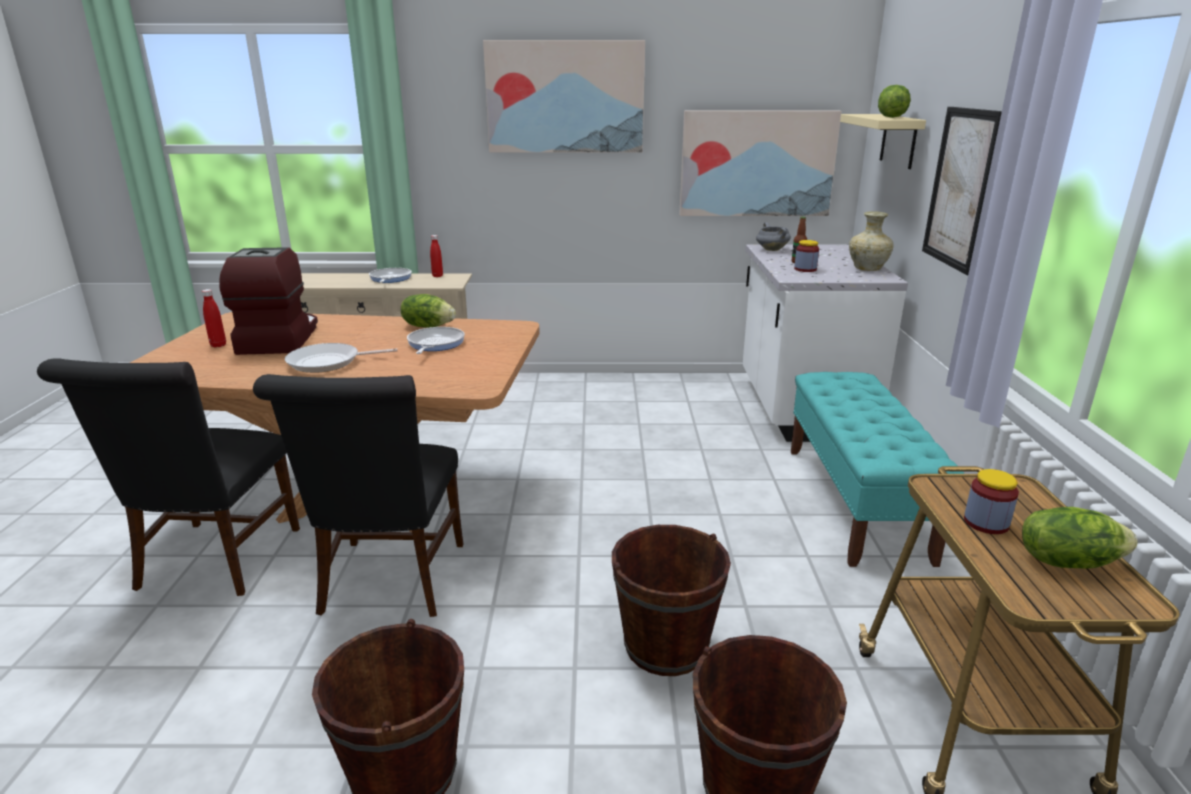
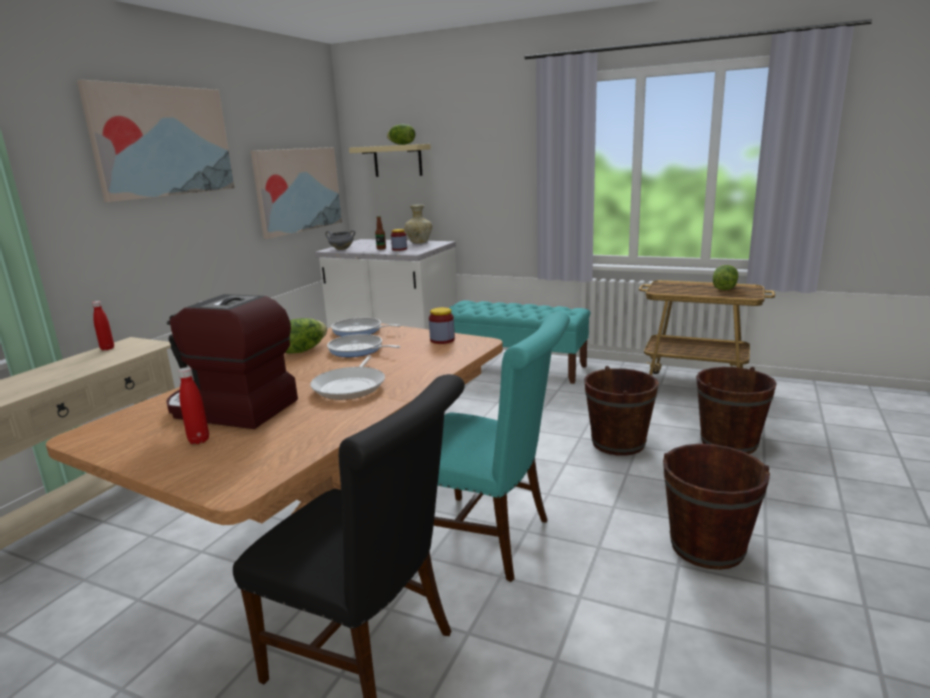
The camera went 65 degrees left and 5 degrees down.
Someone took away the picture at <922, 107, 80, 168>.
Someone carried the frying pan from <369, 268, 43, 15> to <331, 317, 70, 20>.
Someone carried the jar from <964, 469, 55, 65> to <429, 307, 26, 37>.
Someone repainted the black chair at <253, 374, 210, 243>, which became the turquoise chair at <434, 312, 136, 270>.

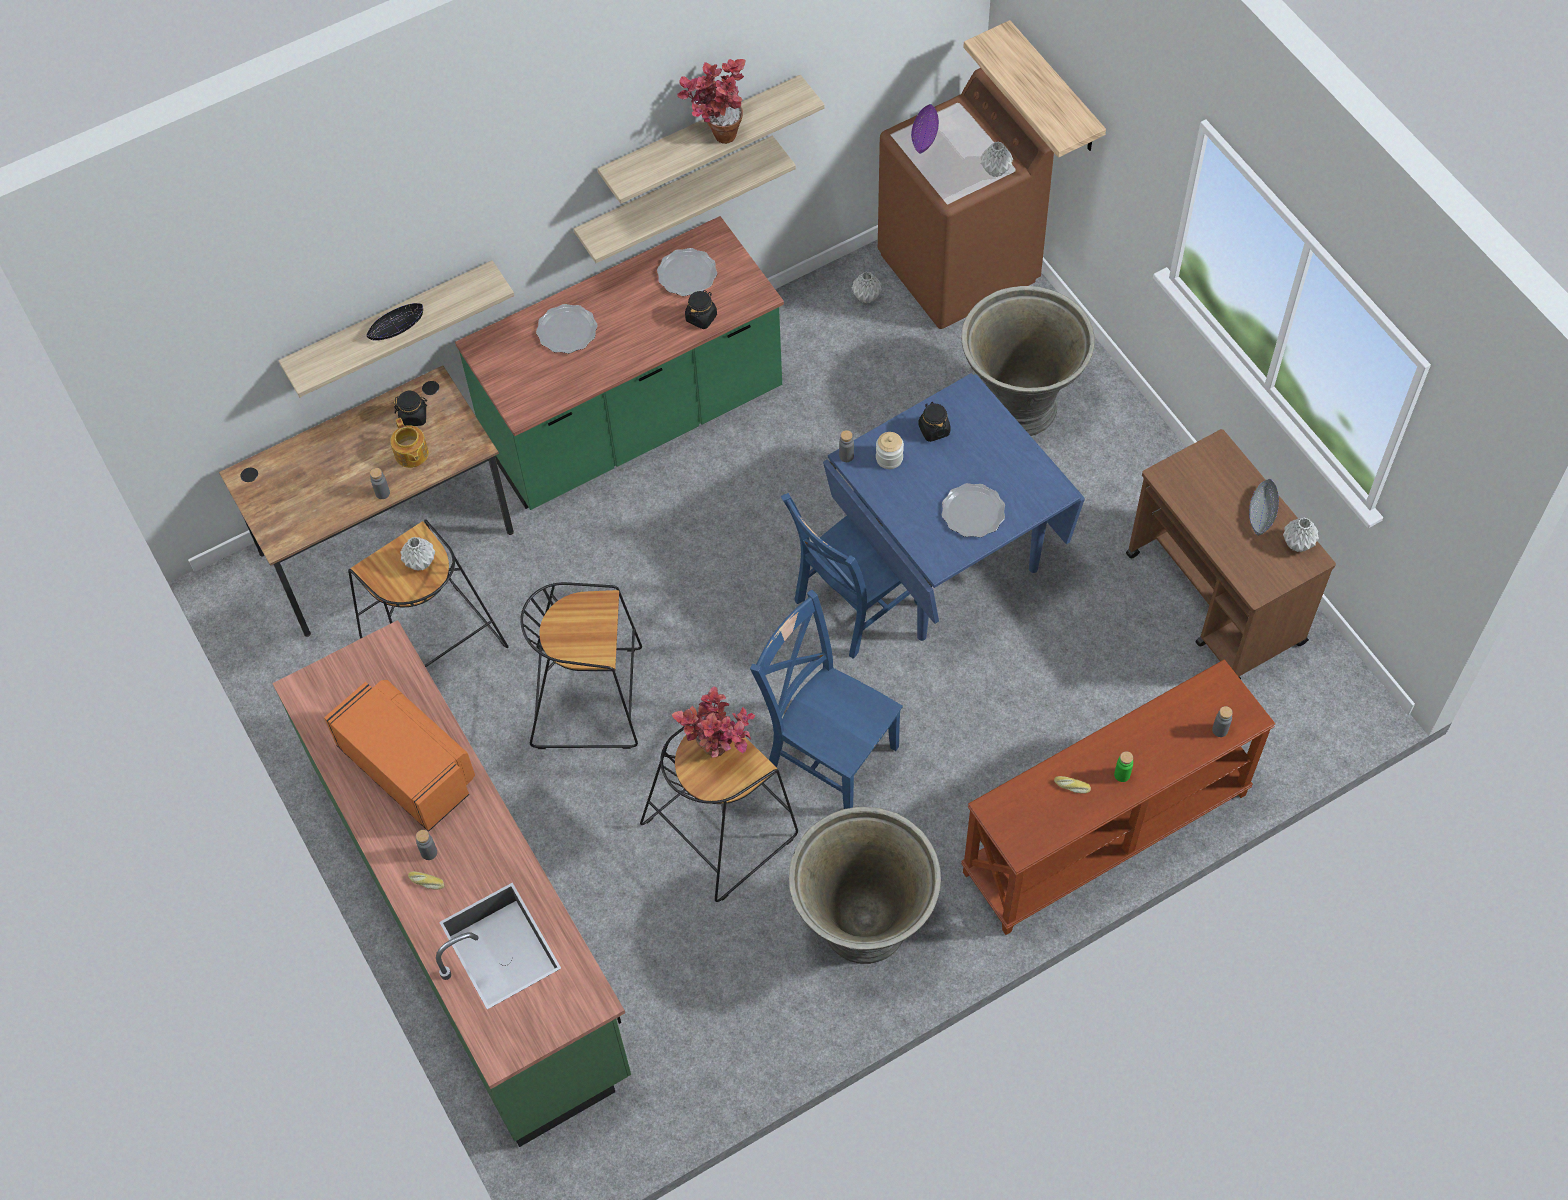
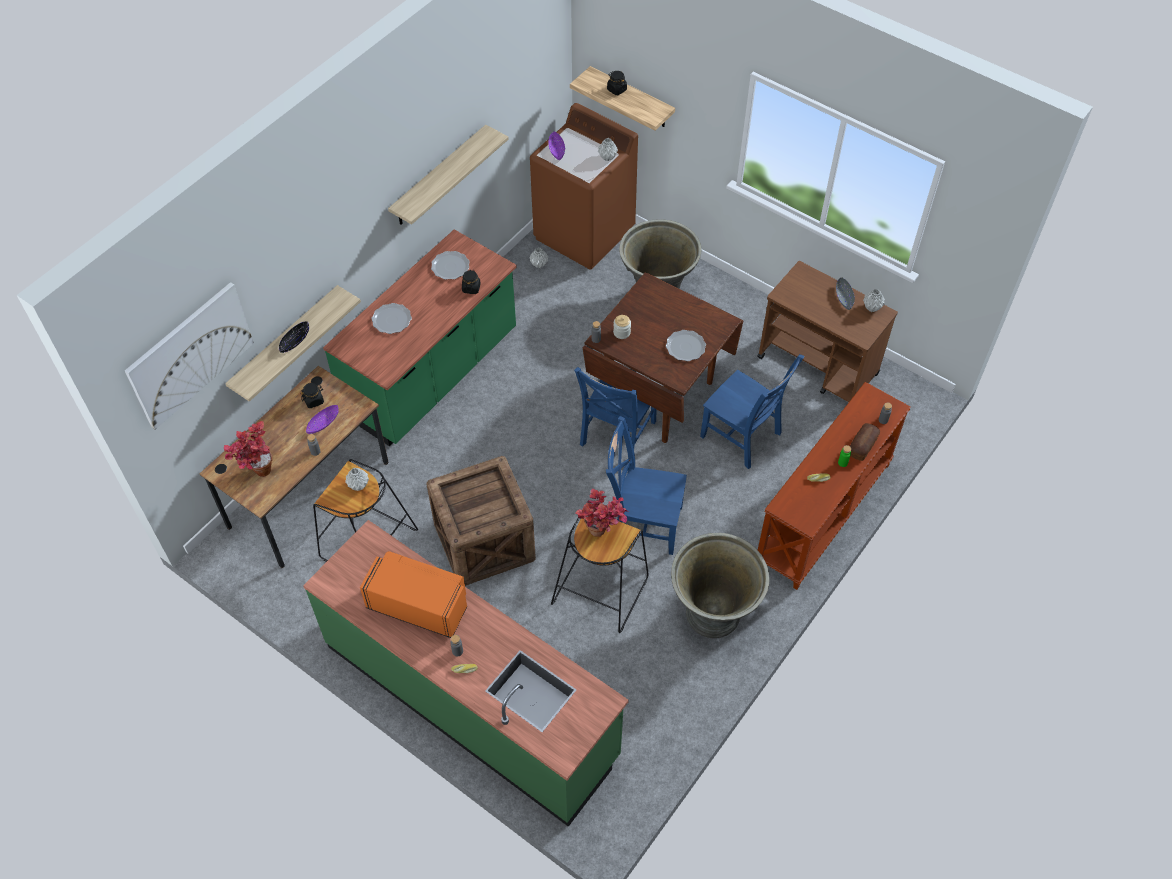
The camera went 25 degrees left and 5 degrees down.
Someone took away the shelf at <574, 135, 222, 128>.
Someone put up the picture at <125, 282, 129, 148>.
Someone put down the blue chair at <700, 354, 104, 115>.
Someone put down the bread at <850, 423, 30, 38>.
Someone carried the potted plant from <677, 59, 68, 85> to <224, 421, 48, 56>.
Someone carried the black jar from <918, 402, 33, 40> to <607, 71, 20, 24>.
Someone swapped the teapot at <390, 418, 39, 50> for the purple bowl at <306, 405, 33, 29>.
Someone swapped the black stool at <520, 582, 122, 167> for the crate at <427, 456, 109, 130>.
Someone repainted the blue dining table at <823, 373, 262, 268>, which became the brown dining table at <583, 273, 160, 170>.

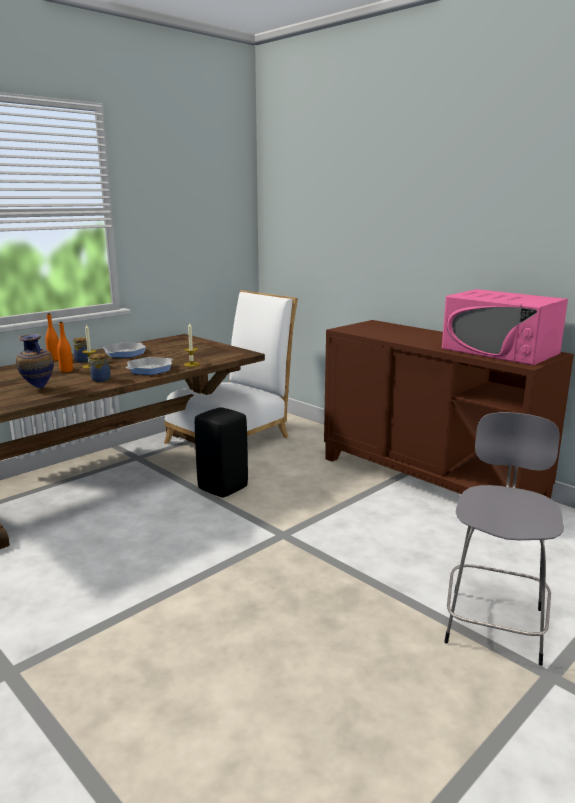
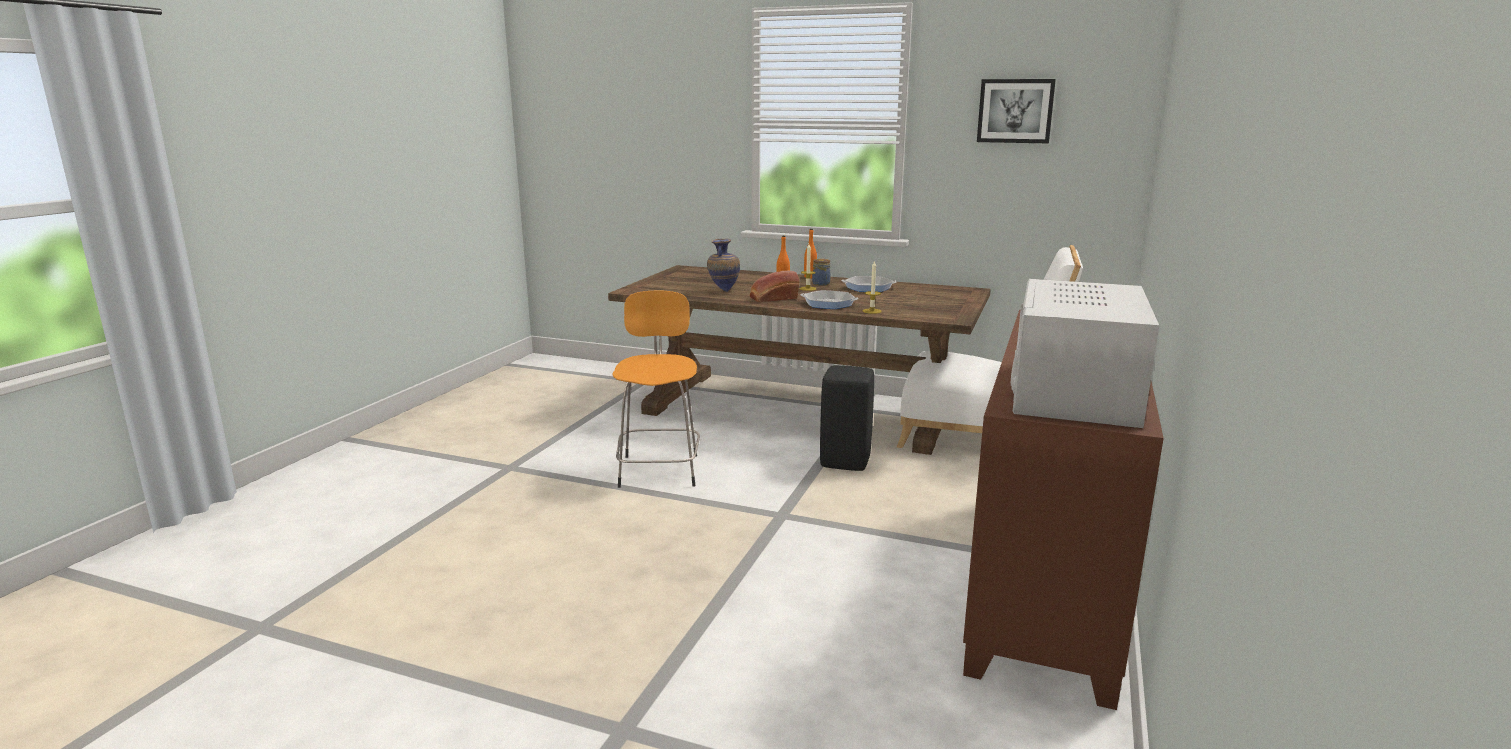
The camera went 65 degrees right and 0 degrees up.
Someone took away the grey stool at <444, 412, 120, 254>.
Someone put down the orange stool at <612, 291, 88, 197>.
Someone put up the picture at <977, 79, 79, 65>.
Someone swapped the jar at <88, 353, 23, 29> for the bread at <750, 271, 49, 31>.
Someone repainted the pink microwave at <442, 289, 126, 76>, which became the white microwave at <1011, 279, 148, 149>.

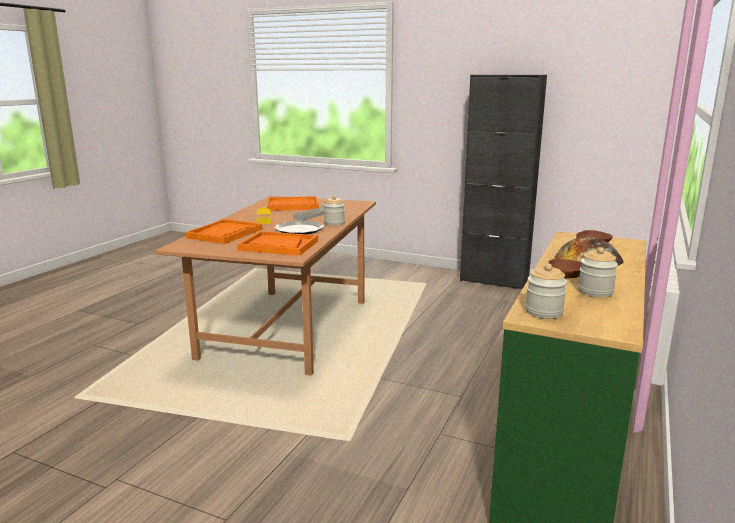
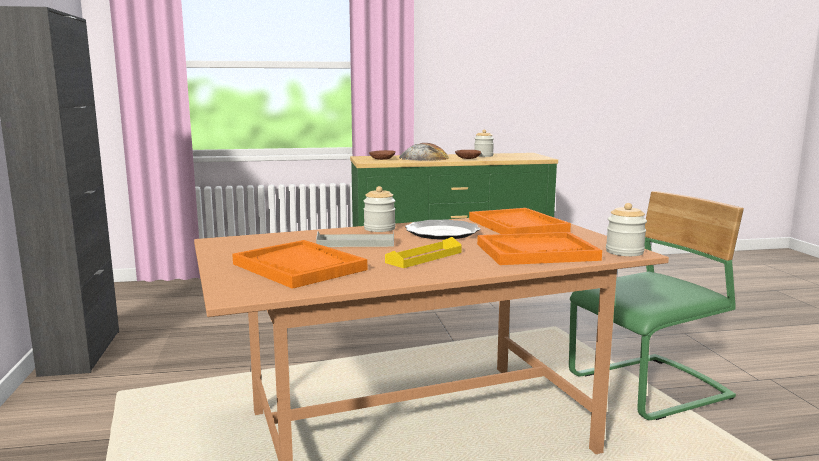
The camera went 125 degrees left and 5 degrees down.
Someone put down the green chair at <569, 191, 175, 229>.
Someone carried the jar from <525, 264, 42, 55> to <606, 203, 41, 53>.

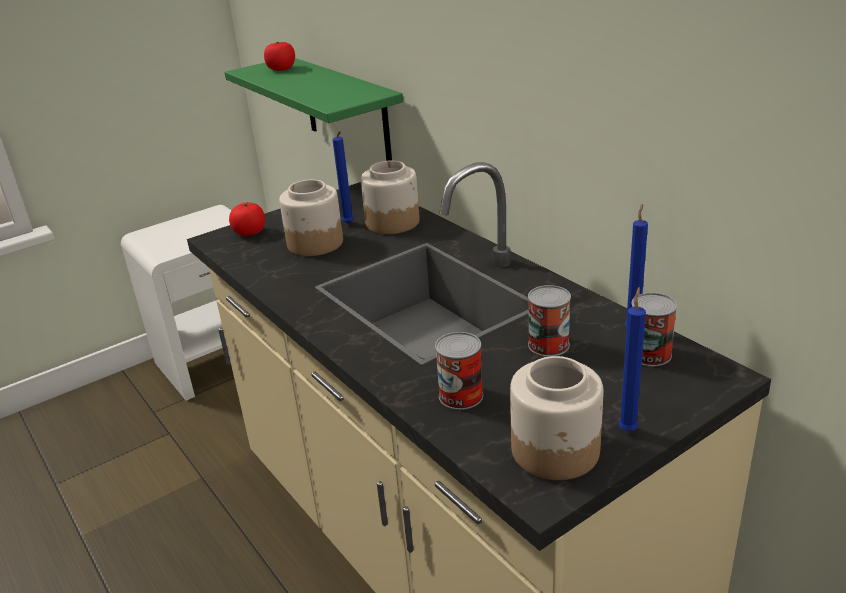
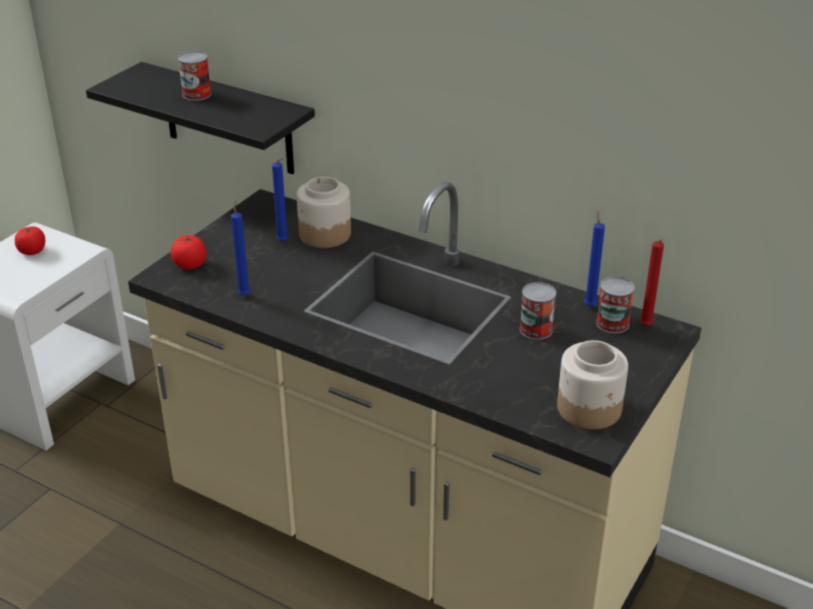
The camera went 25 degrees left and 5 degrees up.
Someone took away the jar at <279, 180, 64, 76>.
Someone put down the red candle at <640, 240, 24, 86>.
Someone carried the tomato from <264, 42, 31, 29> to <15, 226, 30, 29>.
Someone carried the can from <435, 332, 48, 78> to <178, 51, 33, 50>.
Someone carried the blue candle from <618, 287, 28, 144> to <231, 200, 19, 95>.
Someone repainted the green shelf at <224, 58, 179, 103>, which became the black shelf at <86, 62, 229, 112>.

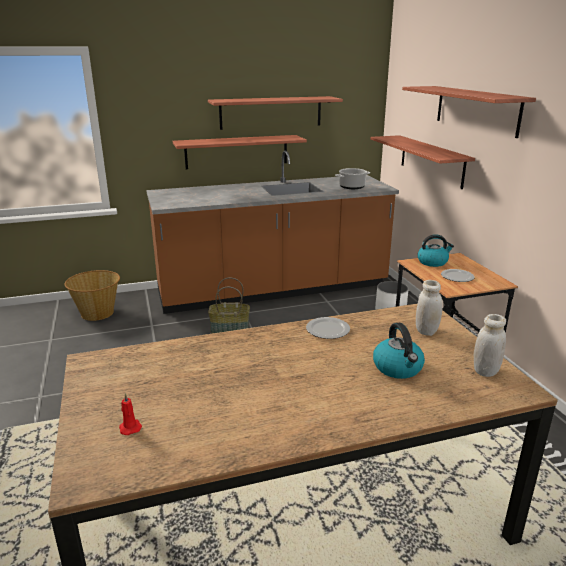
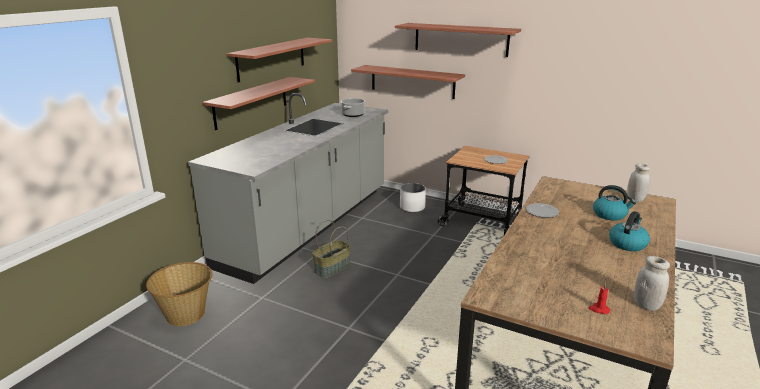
The camera went 45 degrees left and 0 degrees up.
Someone carried the white jar from <416, 280, 26, 56> to <634, 256, 36, 55>.
Someone carried the kettle from <417, 234, 37, 33> to <609, 211, 41, 40>.
Someone repainted the brown counter at <146, 151, 253, 163>, which became the grey counter at <188, 93, 200, 191>.

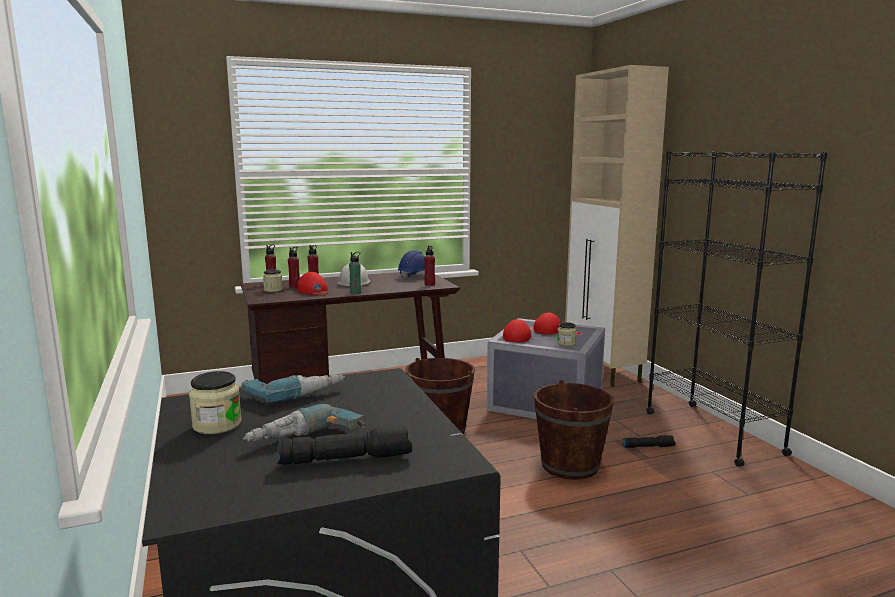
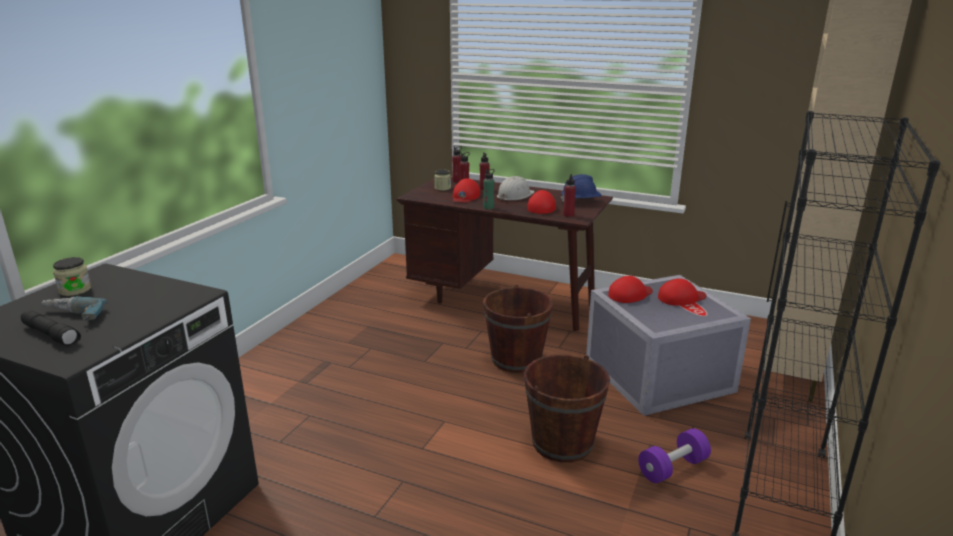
The camera went 45 degrees right and 10 degrees up.
Someone took away the power drill at <241, 374, 104, 28>.
Someone took away the jar at <557, 322, 19, 24>.
Someone put down the red cap at <527, 190, 29, 24>.
Someone swapped the black flashlight at <623, 435, 53, 13> for the purple dumbbell at <638, 428, 73, 55>.

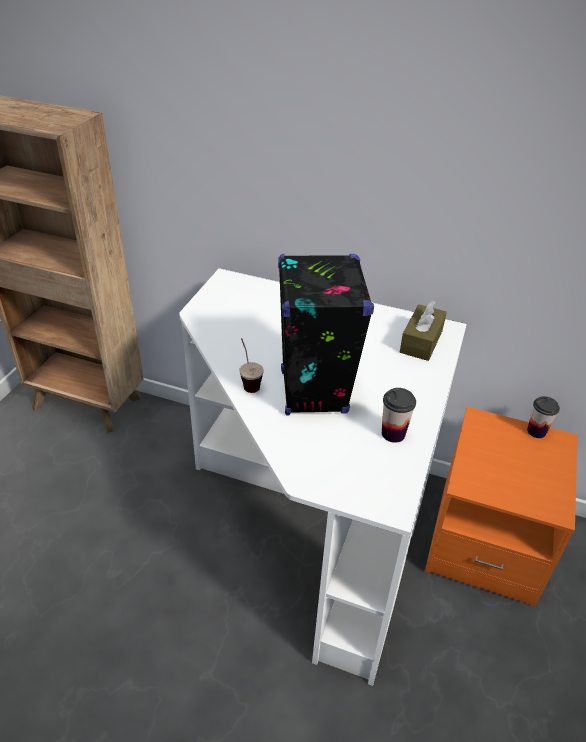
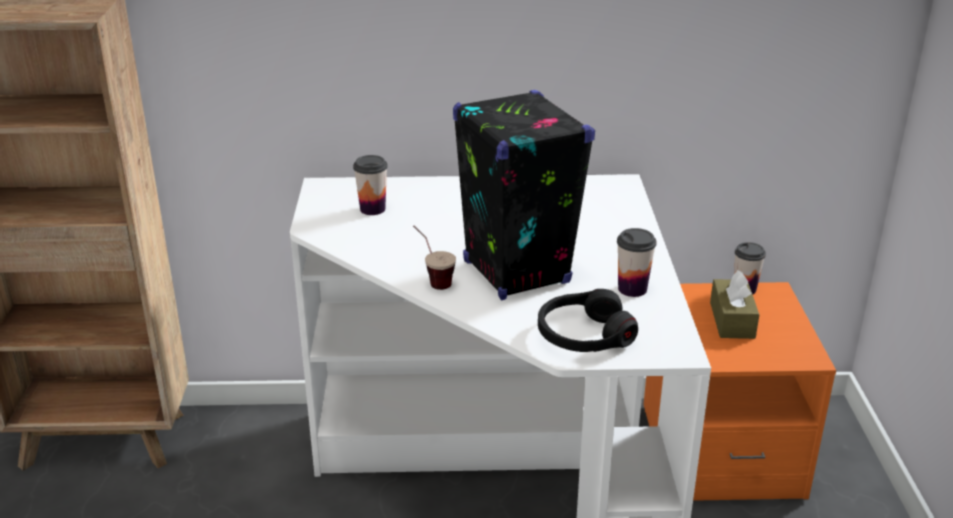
The camera went 20 degrees left and 10 degrees down.
Someone put down the cup at <353, 155, 35, 60>.
Someone put down the black headphones at <538, 289, 100, 63>.
Someone carried the brown tissue box from <400, 300, 47, 61> to <710, 270, 49, 69>.

